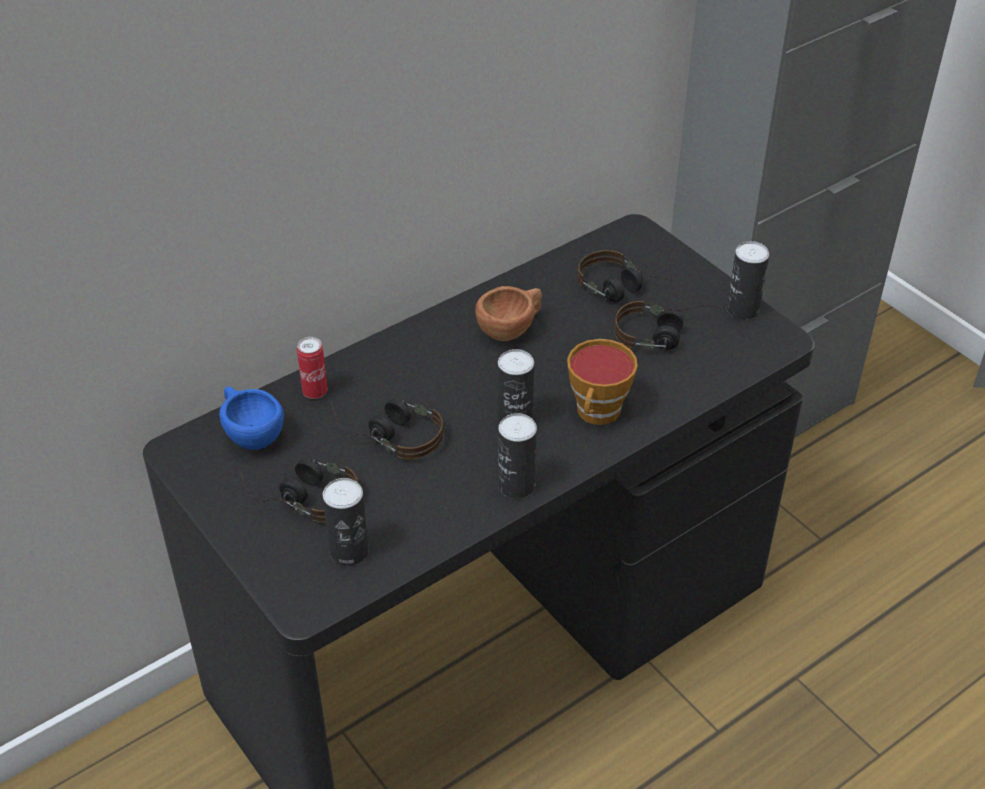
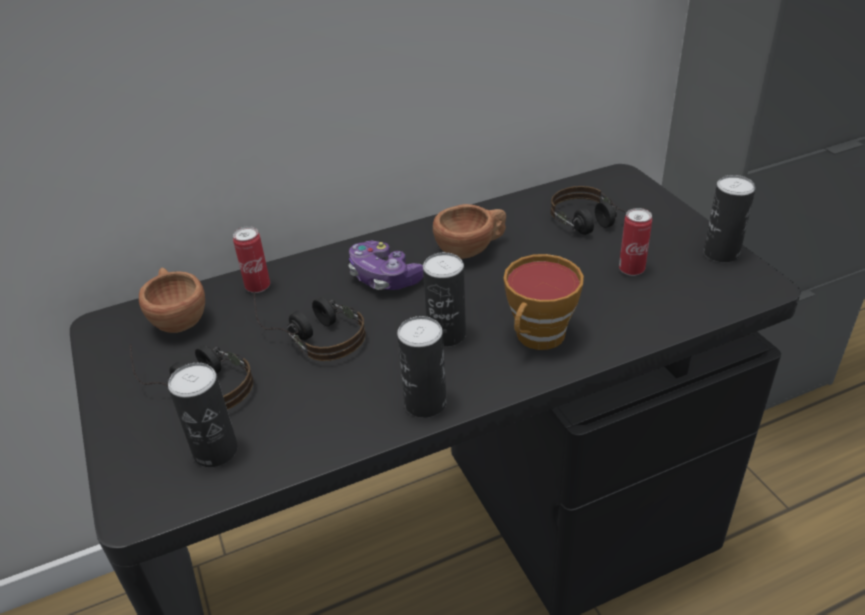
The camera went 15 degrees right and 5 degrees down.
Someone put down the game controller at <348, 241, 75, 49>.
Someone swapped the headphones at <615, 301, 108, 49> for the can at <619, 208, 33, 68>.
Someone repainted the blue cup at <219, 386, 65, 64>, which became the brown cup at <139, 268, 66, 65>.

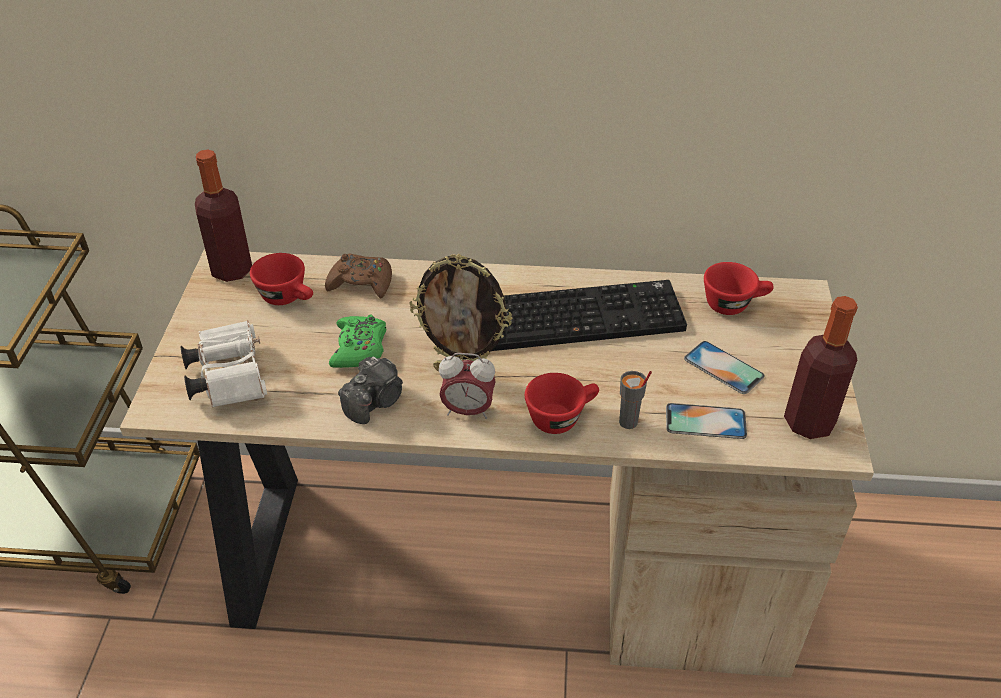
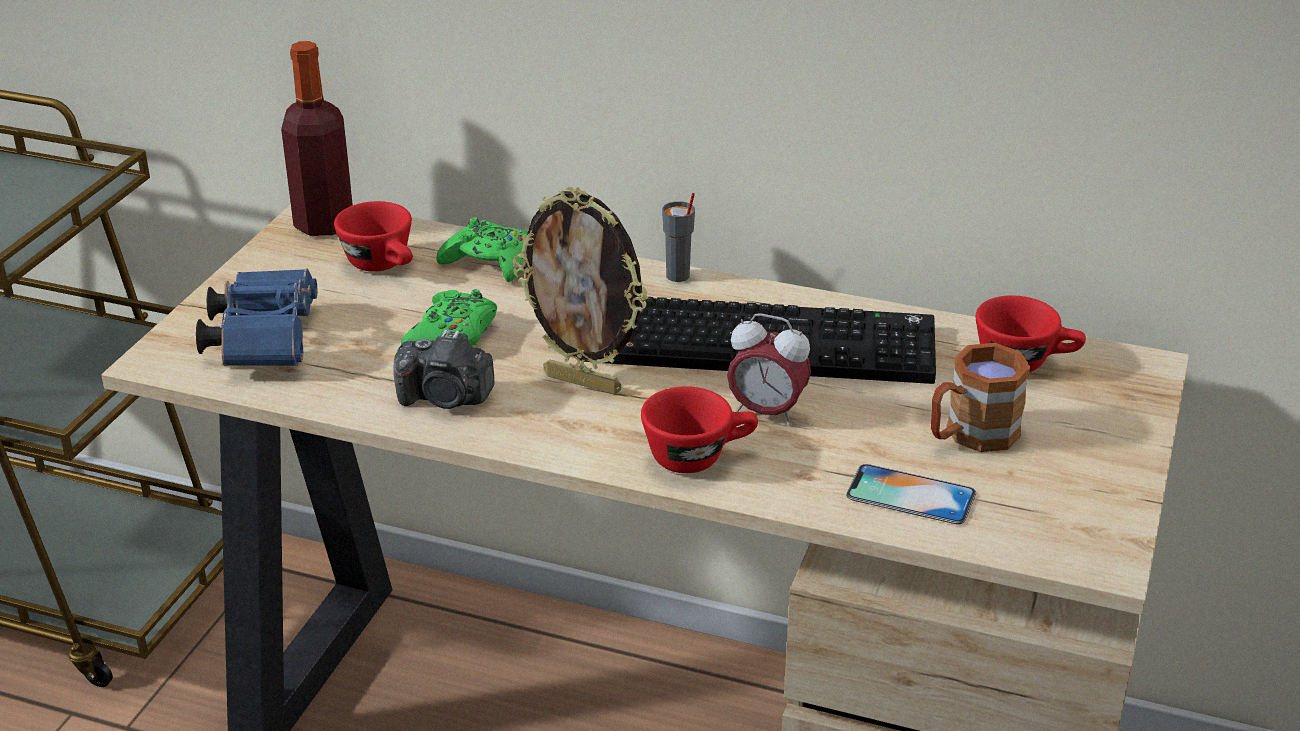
The camera went 15 degrees right and 10 degrees down.
Someone took away the bottle at <784, 296, 74, 143>.
Someone carried the alarm clock from <439, 353, 57, 66> to <727, 313, 84, 113>.
Someone carried the grey cup from <619, 371, 33, 58> to <662, 193, 33, 89>.
Someone swapped the phone at <684, 341, 81, 53> for the brown mug at <931, 343, 100, 109>.
Someone repainted the white binoculars at <181, 320, 86, 88>, which became the blue binoculars at <196, 269, 121, 97>.
Someone repainted the brown game controller at <325, 253, 67, 45>, which became the green game controller at <436, 217, 92, 65>.
Someone rotated the photo camera at <338, 356, 65, 68> by 45 degrees clockwise.

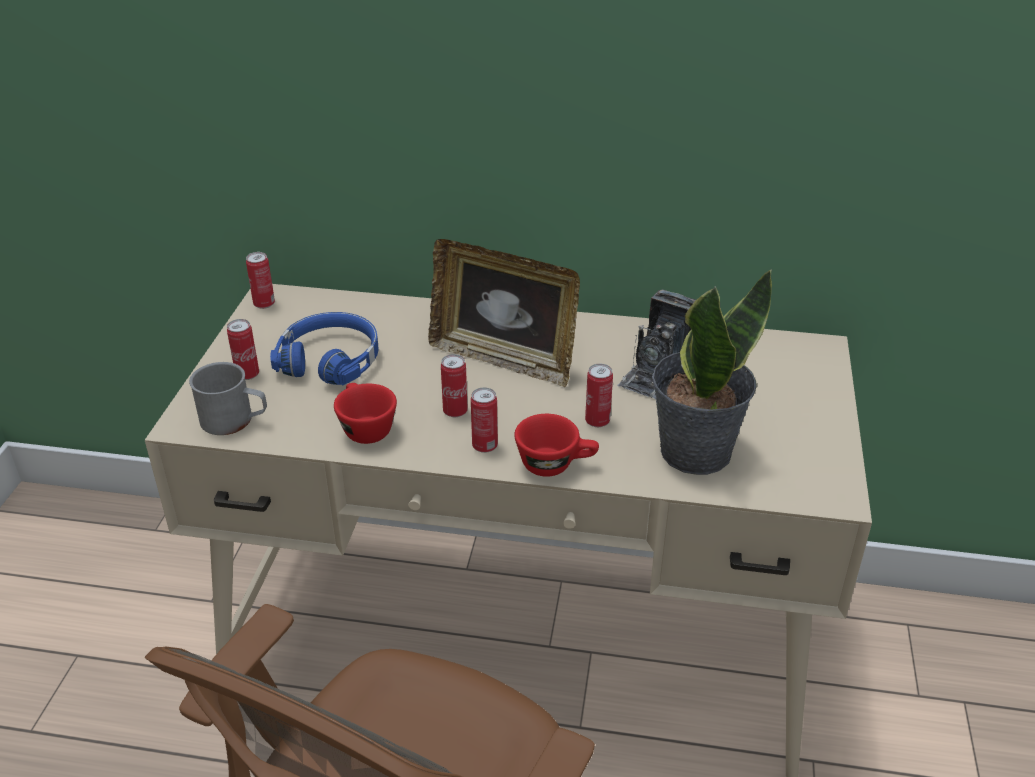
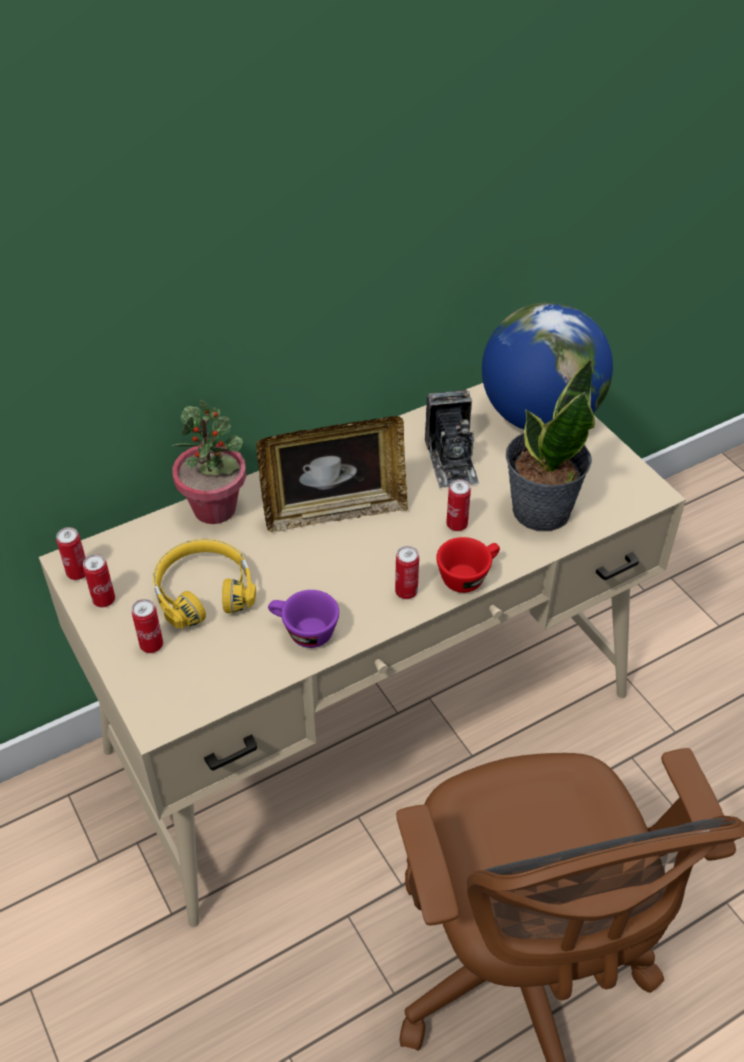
The camera went 40 degrees left and 10 degrees up.
Someone took away the grey mug at <189, 362, 78, 73>.
Someone put down the potted plant at <172, 399, 74, 125>.
Someone put down the globe at <482, 302, 131, 127>.
Someone carried the can from <441, 354, 27, 63> to <83, 554, 32, 54>.
Someone repainted the blue headphones at <270, 312, 109, 73>, which became the yellow headphones at <153, 539, 103, 90>.
Someone repainted the red cup at <334, 383, 63, 61>, which became the purple cup at <268, 590, 71, 58>.

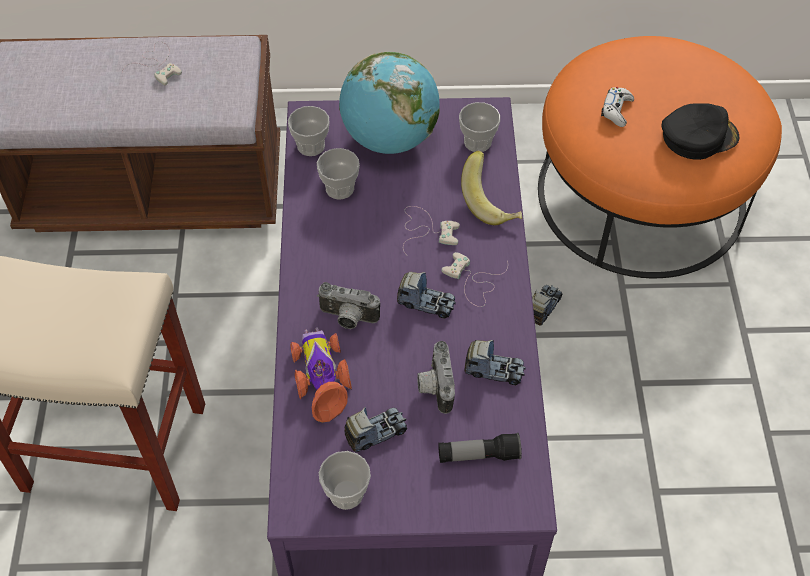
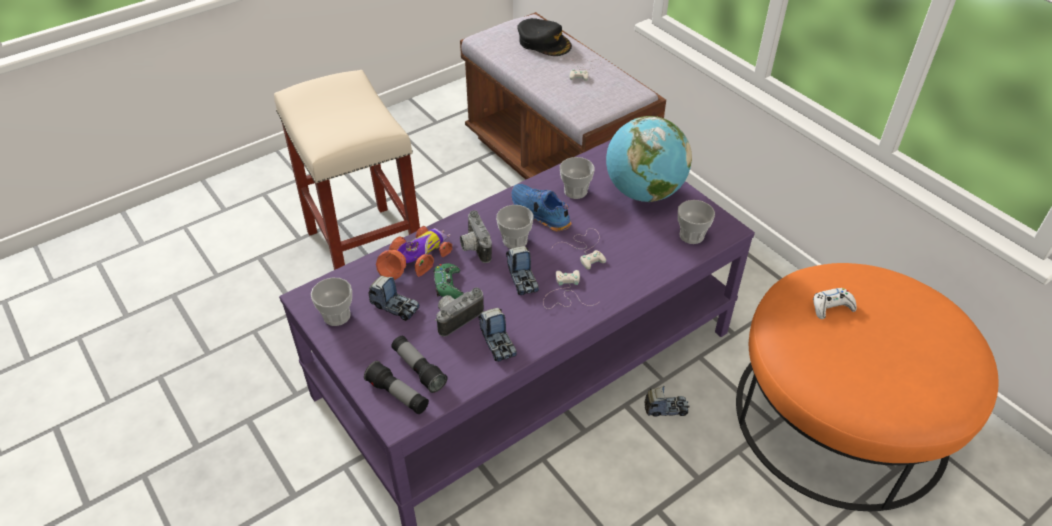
The camera went 55 degrees right and 10 degrees down.
Someone took away the banana at <461, 151, 61, 74>.
Someone put down the flashlight at <364, 361, 65, 53>.
Someone put down the green game controller at <434, 263, 30, 36>.
Someone put down the blue shoe at <511, 184, 61, 47>.
Someone carried the cup from <288, 106, 42, 50> to <496, 205, 38, 44>.
Someone carried the black cap from <662, 103, 77, 57> to <517, 18, 55, 38>.

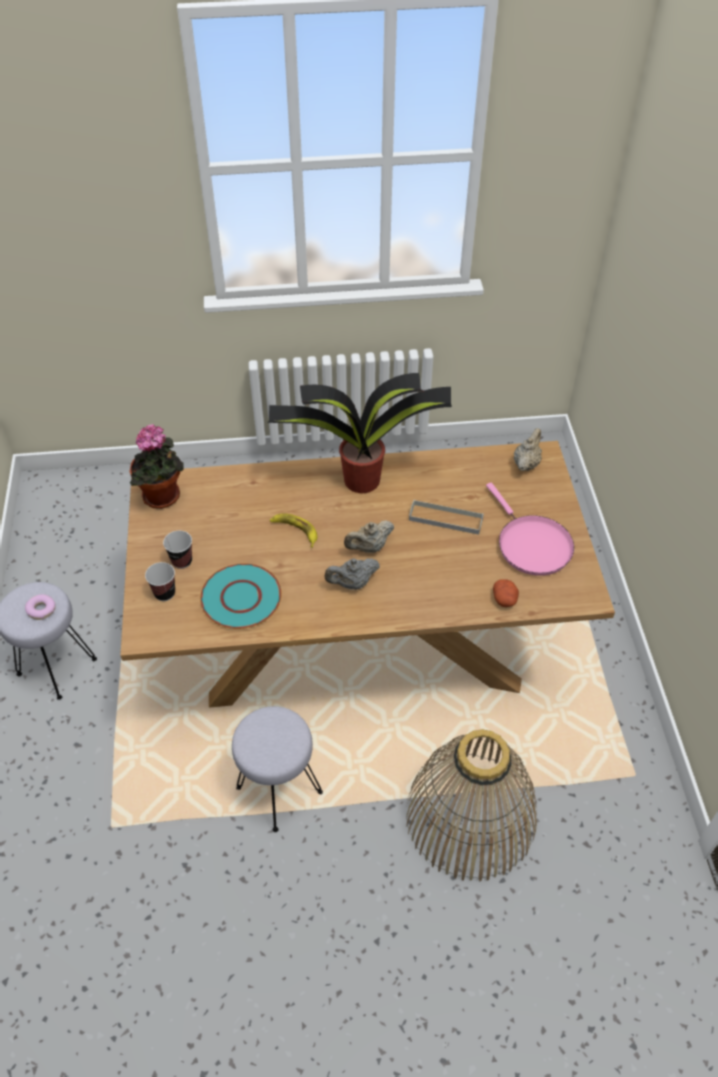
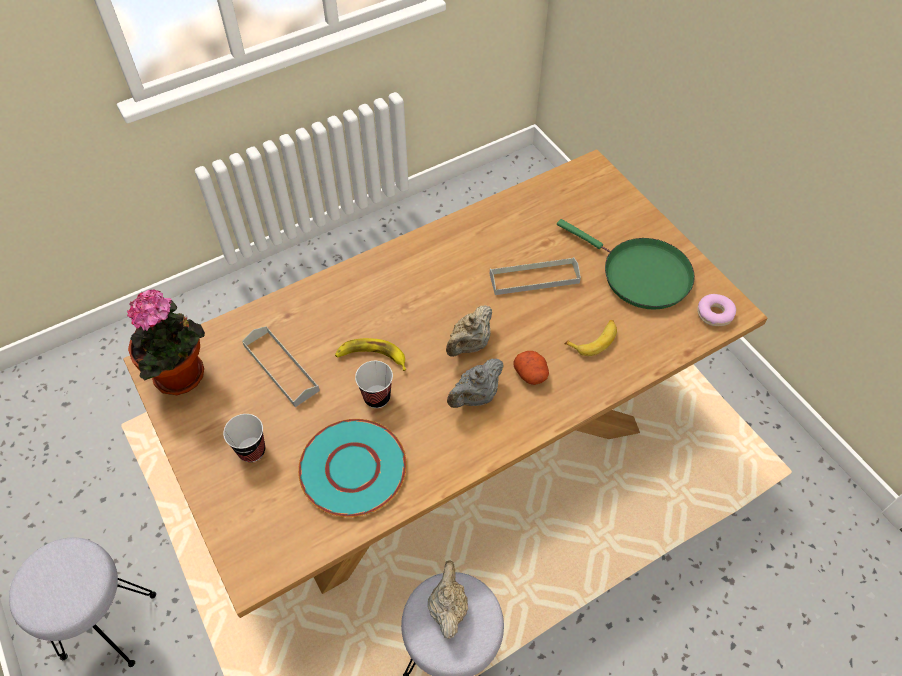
The camera went 25 degrees left and 5 degrees up.
Someone took away the potted plant at <267, 373, 185, 120>.
Someone took away the basket at <406, 729, 131, 152>.
Someone put down the grey tray at <242, 326, 78, 81>.
Someone put down the banana at <564, 320, 53, 36>.
Someone carried the donut from <25, 594, 31, 26> to <697, 294, 39, 32>.
Someone carried the cup from <145, 562, 30, 39> to <355, 361, 38, 47>.
Someone carried the potato from <493, 579, 26, 28> to <513, 351, 36, 34>.
Someone carried the beige teapot from <514, 428, 28, 43> to <428, 561, 40, 78>.
Someone repainted the pink frying pan at <486, 483, 88, 93>, which became the green frying pan at <557, 219, 138, 91>.

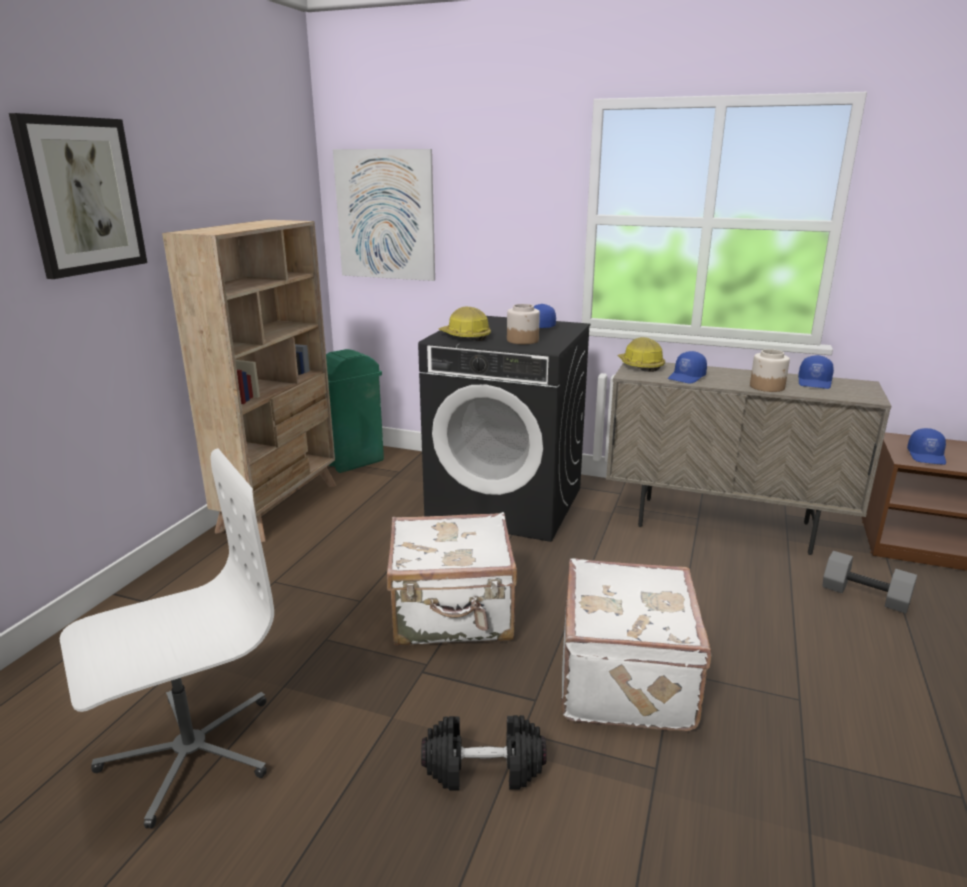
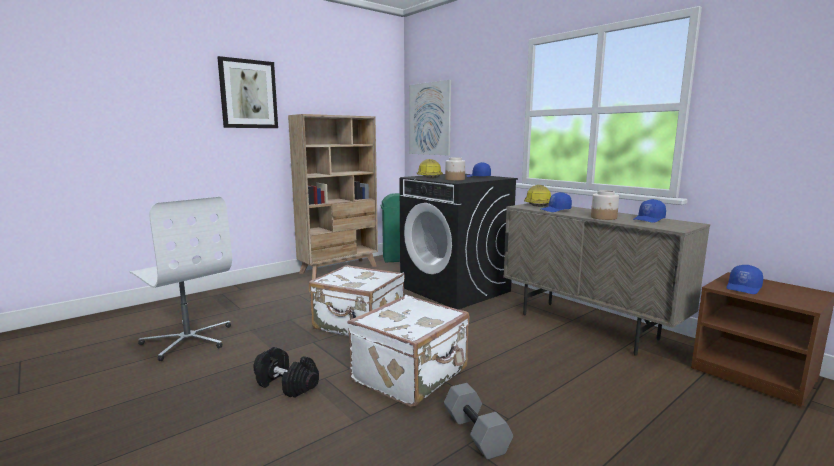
The camera went 30 degrees right and 10 degrees down.
Someone carried the grey dumbbell from <822, 551, 95, 63> to <444, 383, 69, 77>.
Someone rotated the white office chair at <60, 449, 214, 380> by 45 degrees clockwise.

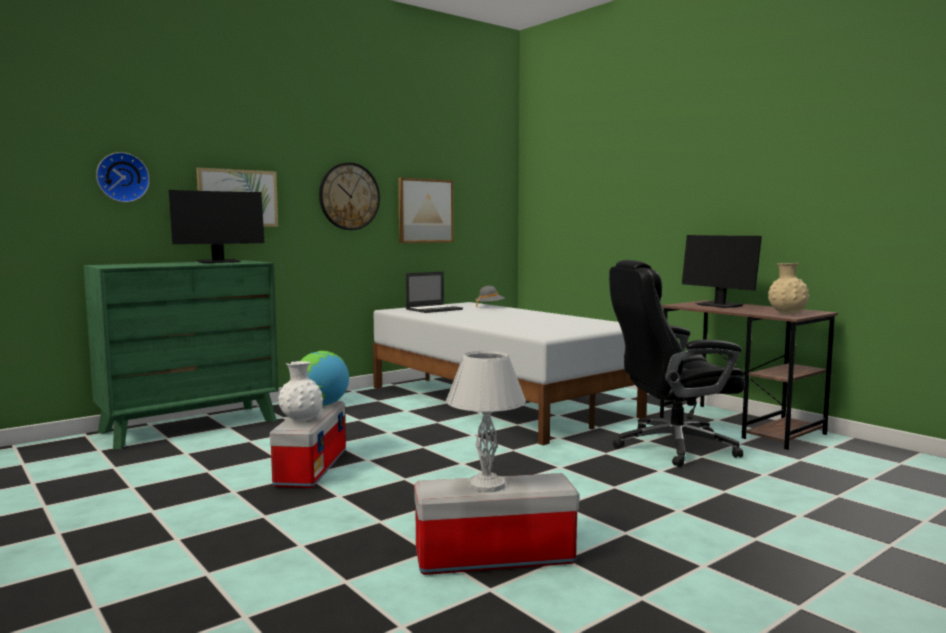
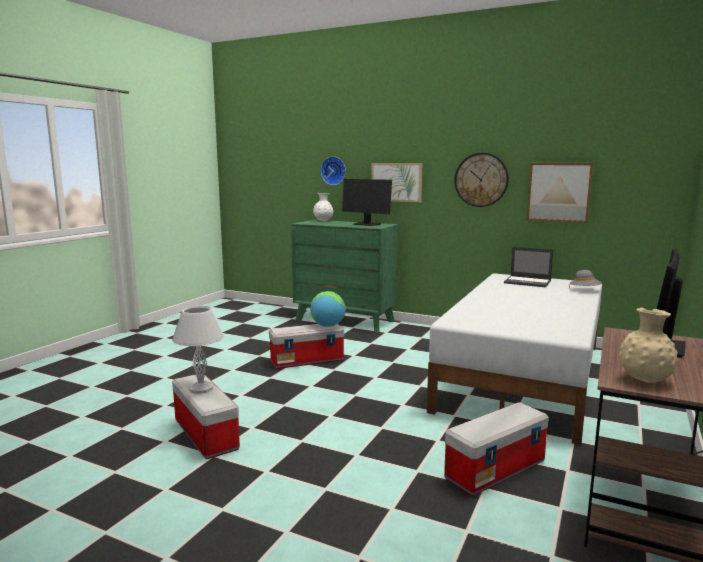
The camera went 65 degrees right and 5 degrees up.
Someone carried the white vase from <278, 361, 45, 60> to <313, 193, 20, 28>.
Someone swapped the black office chair at <609, 260, 136, 207> for the storage box at <444, 402, 105, 94>.

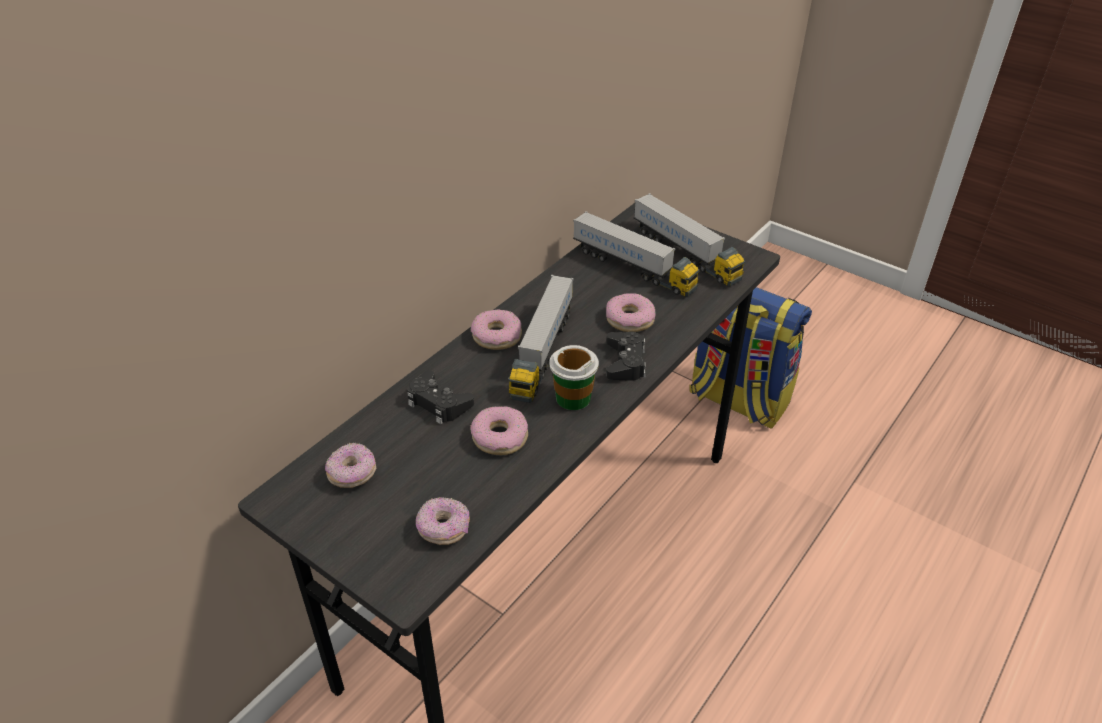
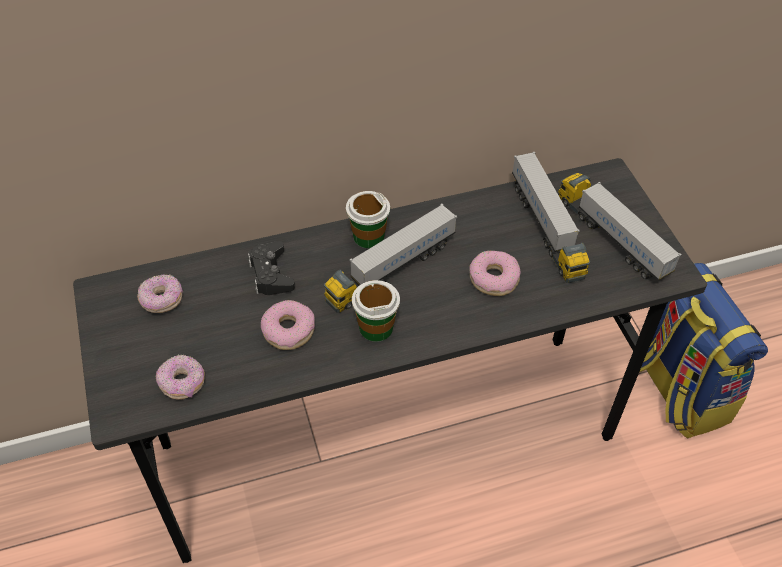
The camera went 35 degrees right and 10 degrees up.
Someone took away the black game controller at <606, 332, 40, 49>.
Someone swapped the donut at <471, 309, 51, 41> for the cup at <346, 191, 44, 57>.
Someone rotated the toy truck at <634, 193, 111, 93> by 150 degrees clockwise.

